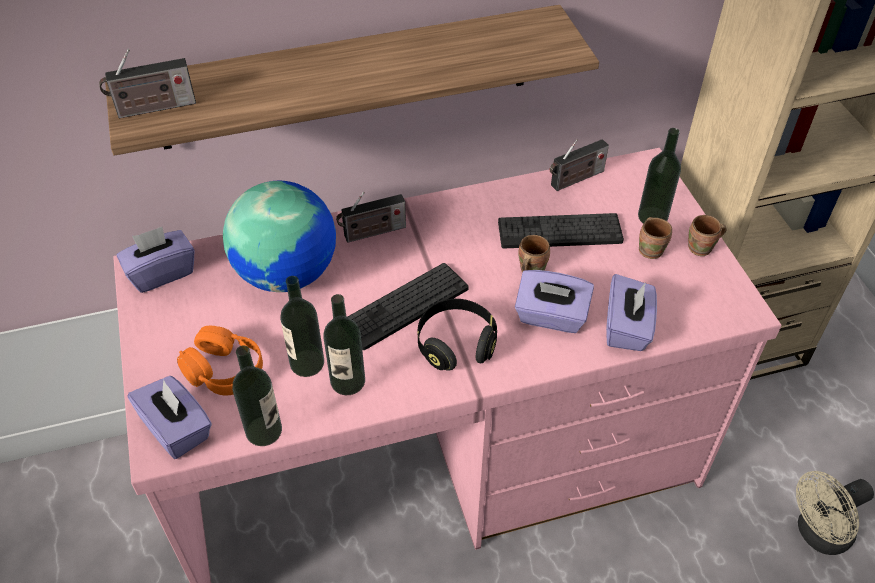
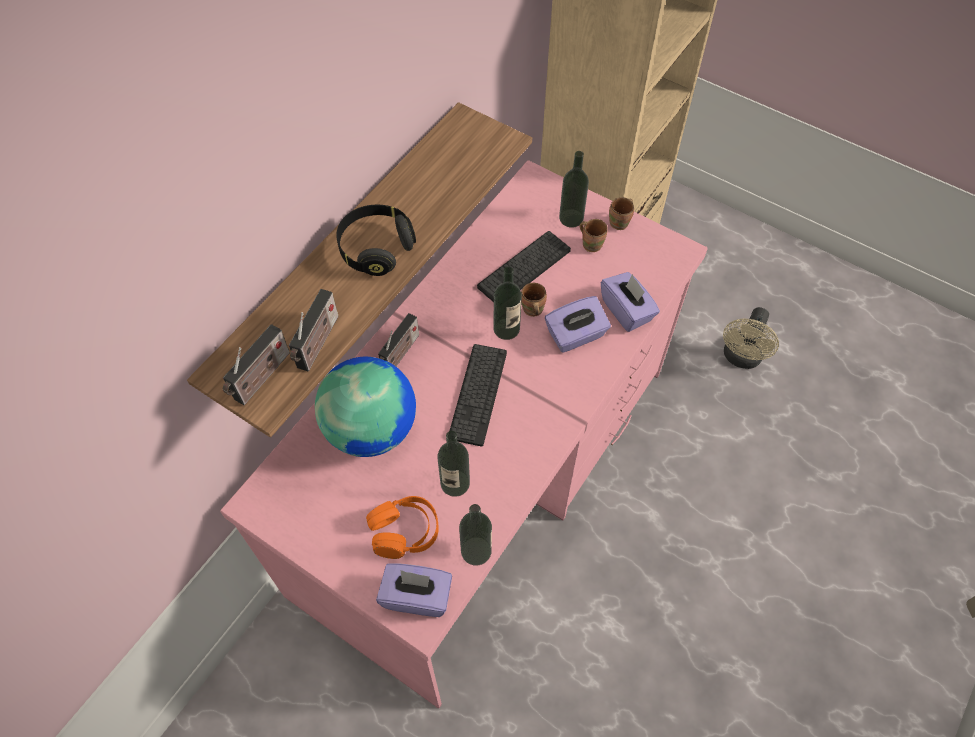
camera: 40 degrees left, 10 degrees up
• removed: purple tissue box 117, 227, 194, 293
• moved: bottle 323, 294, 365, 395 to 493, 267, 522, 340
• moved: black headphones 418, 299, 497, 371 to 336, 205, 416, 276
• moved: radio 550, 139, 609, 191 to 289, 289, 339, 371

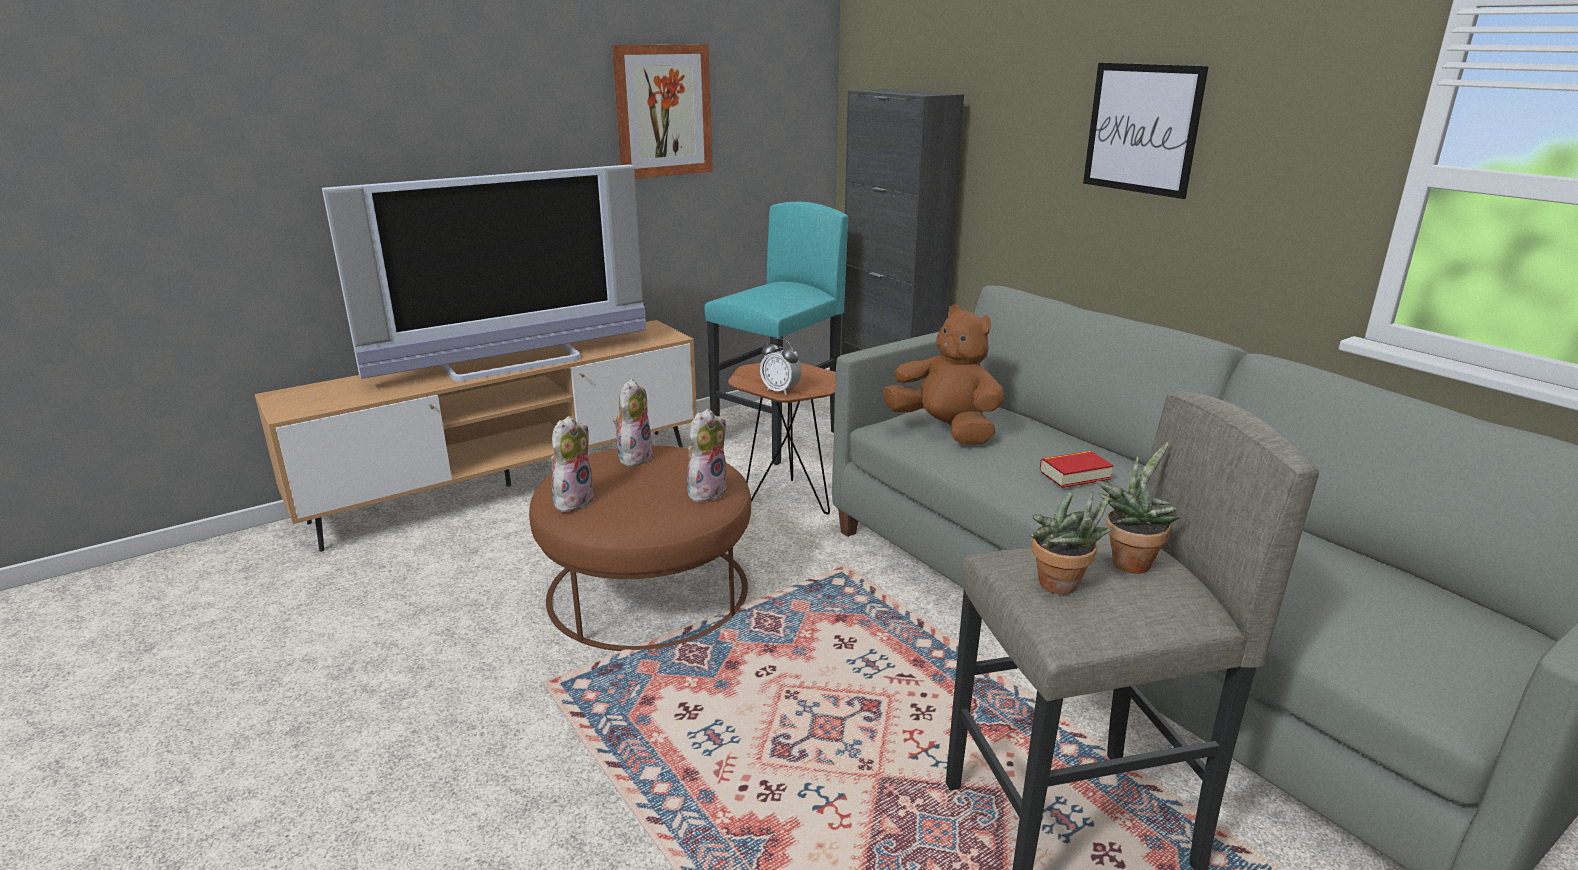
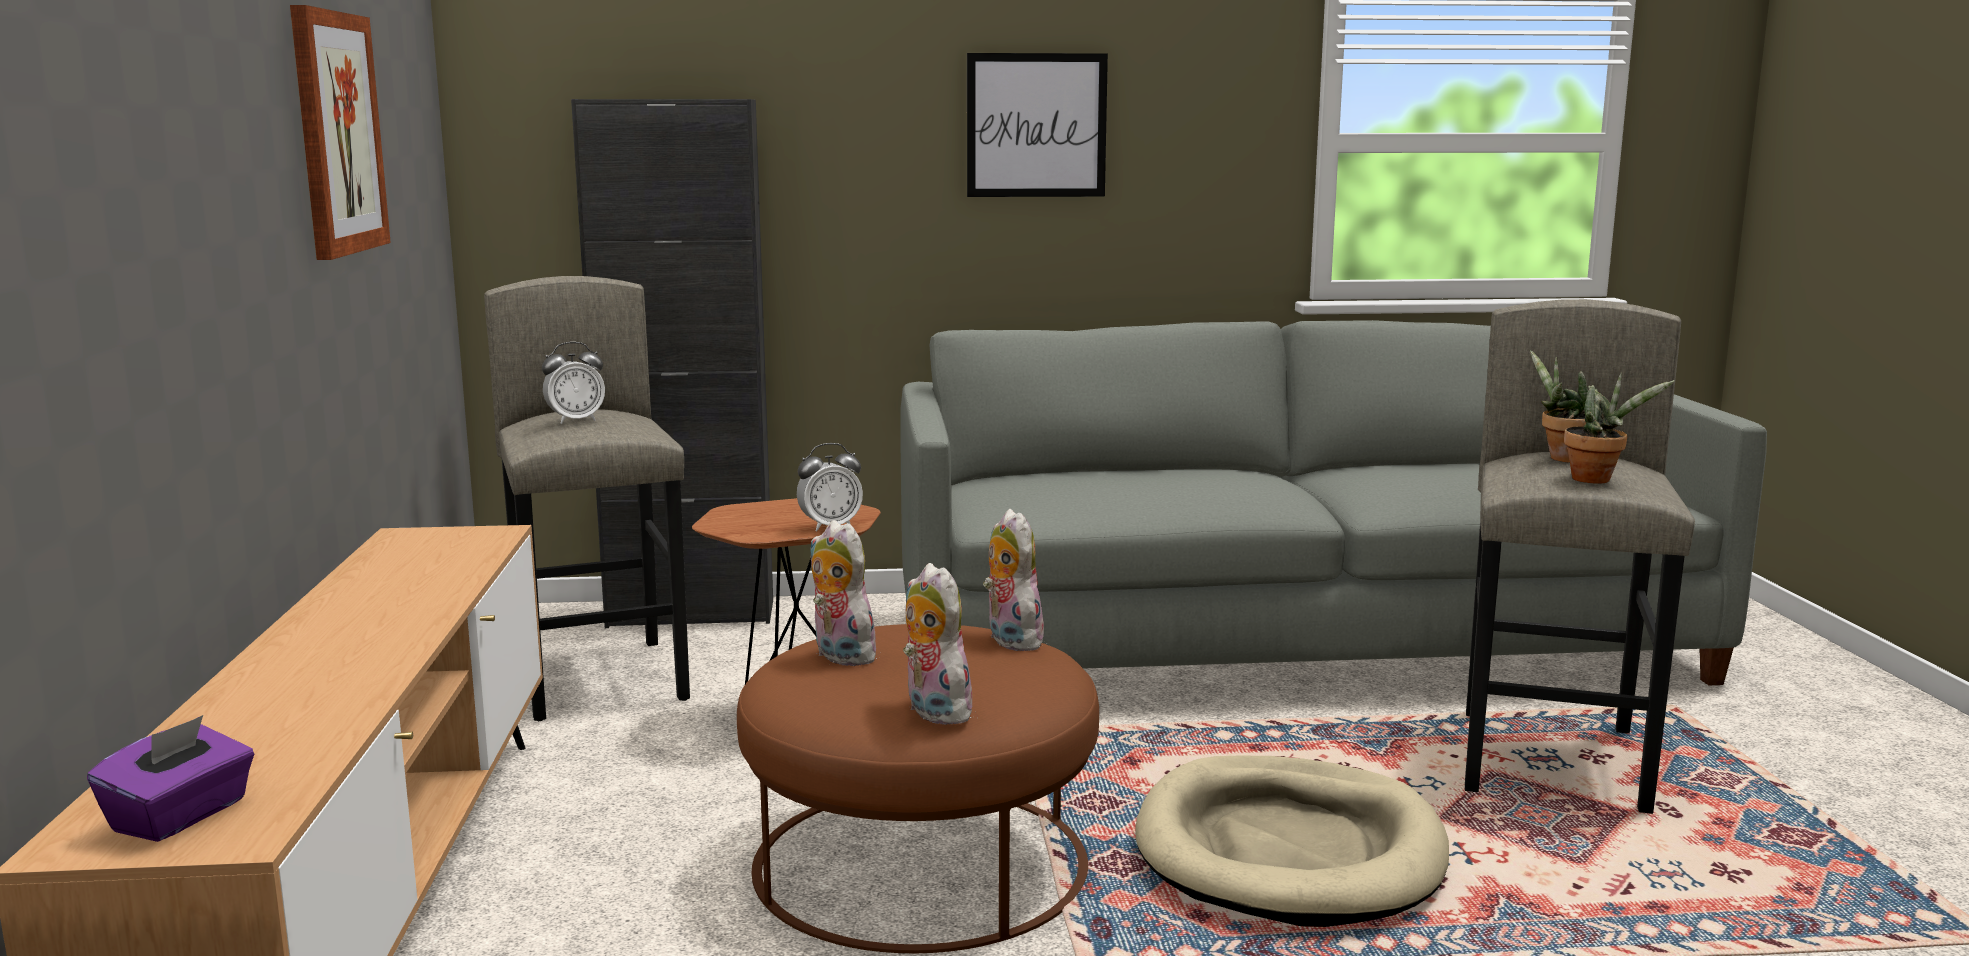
camera: 60 degrees left, 10 degrees down
• removed: television 322, 165, 646, 381
• recoloured: turquoise stool 705, 201, 848, 465 to grey stool 484, 276, 690, 721
• removed: brown plush toy 882, 305, 1004, 445
• removed: book 1040, 451, 1113, 488
• added: purple tissue box 87, 715, 254, 842
• added: alarm clock 542, 342, 605, 424
• added: beige dog bed 1135, 756, 1449, 927

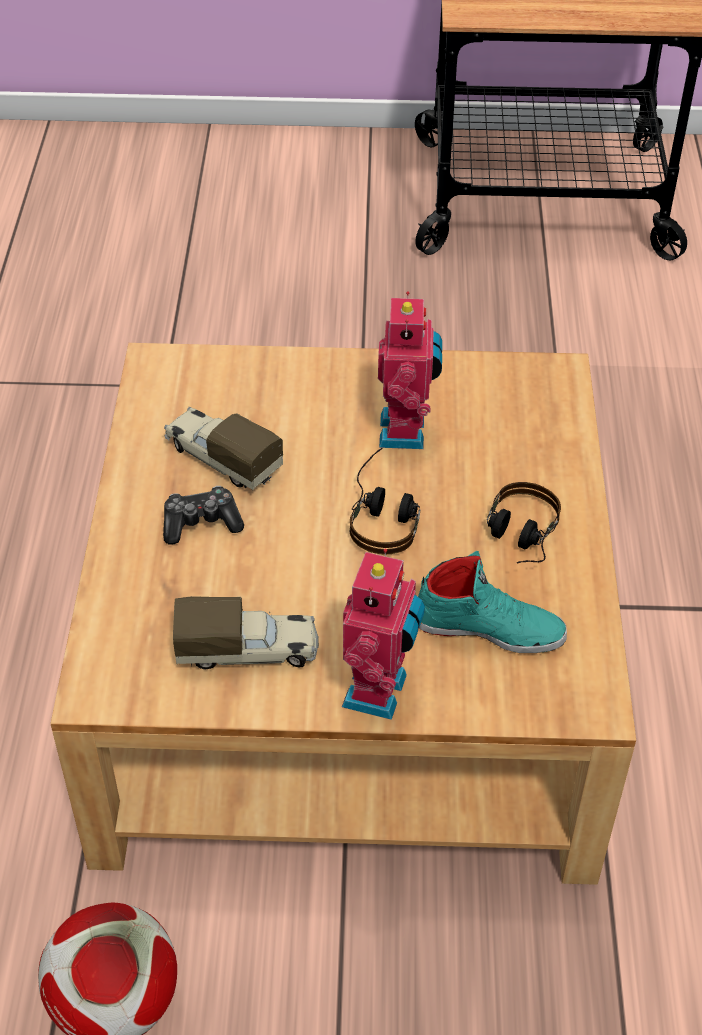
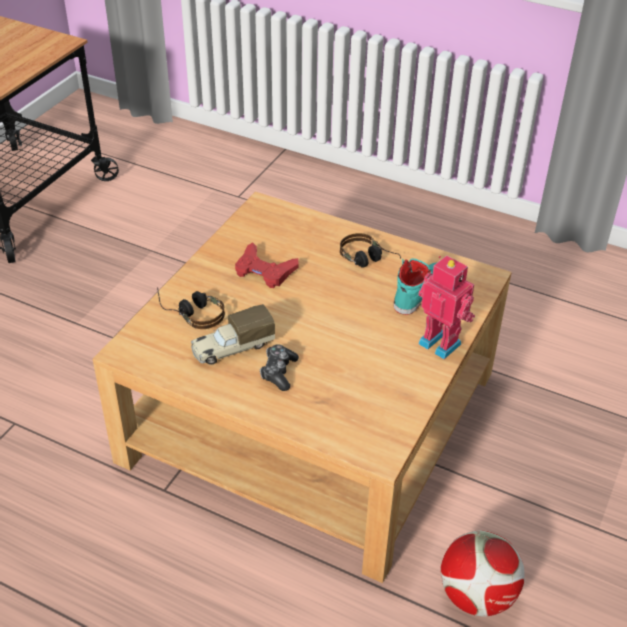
camera: 65 degrees left, 5 degrees down
• removed: toy truck 173, 596, 319, 669
• moved: headphones 350, 448, 420, 555 to 157, 287, 225, 329
• replaced: toy robot 378, 291, 442, 449 to red game controller 235, 242, 299, 288

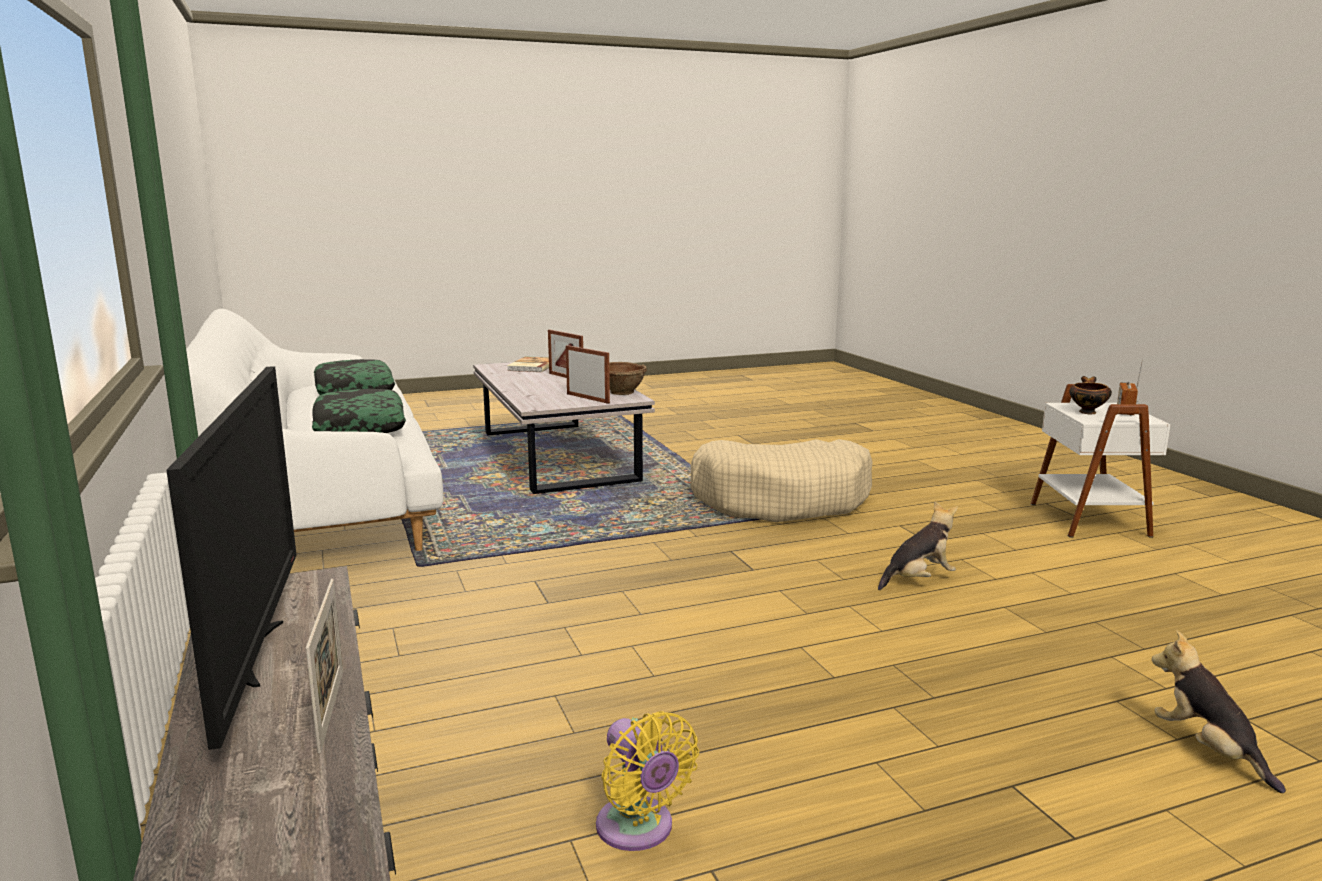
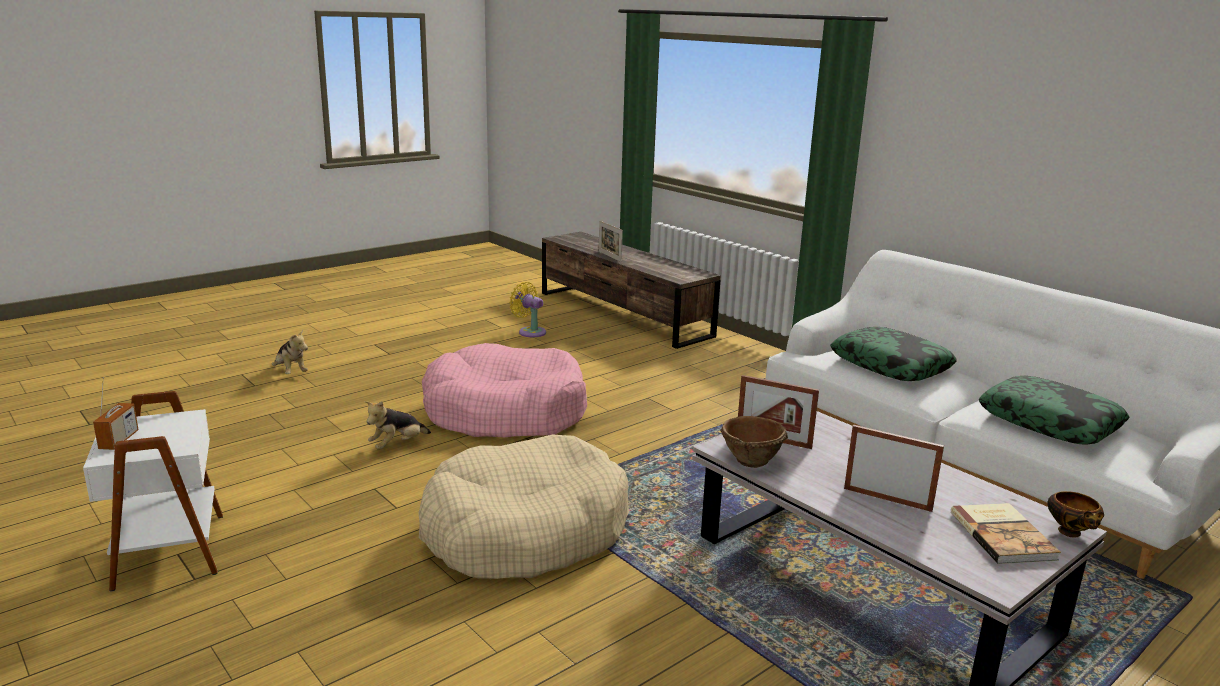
camera: 160 degrees right, 5 degrees up
• removed: television 166, 366, 296, 750
• moved: bowl 1070, 376, 1112, 414 to 1048, 491, 1104, 537
• added: pink dog bed 422, 343, 587, 437

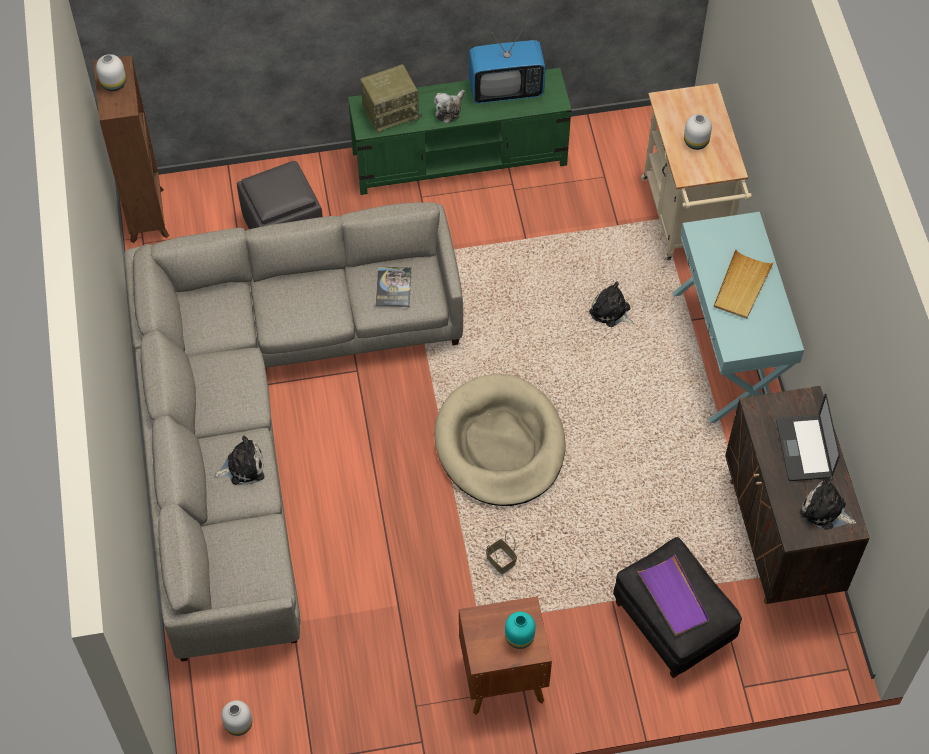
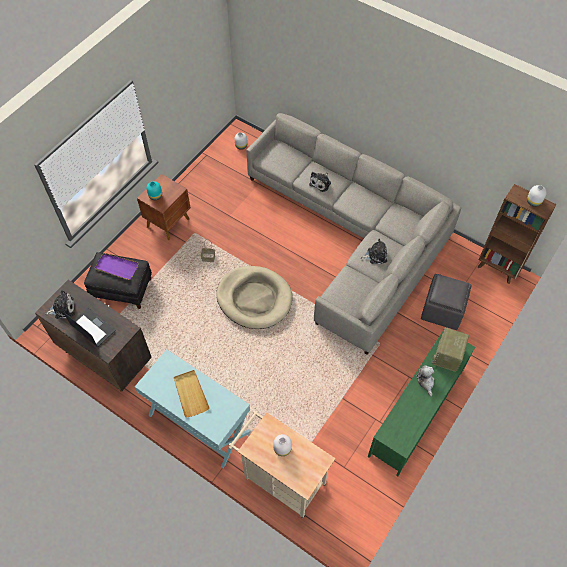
camera: 135 degrees right, 0 degrees up
• removed: book 376, 267, 412, 307
• removed: television 469, 29, 546, 104
• moved: plush toy 589, 282, 635, 327 to 361, 239, 387, 264

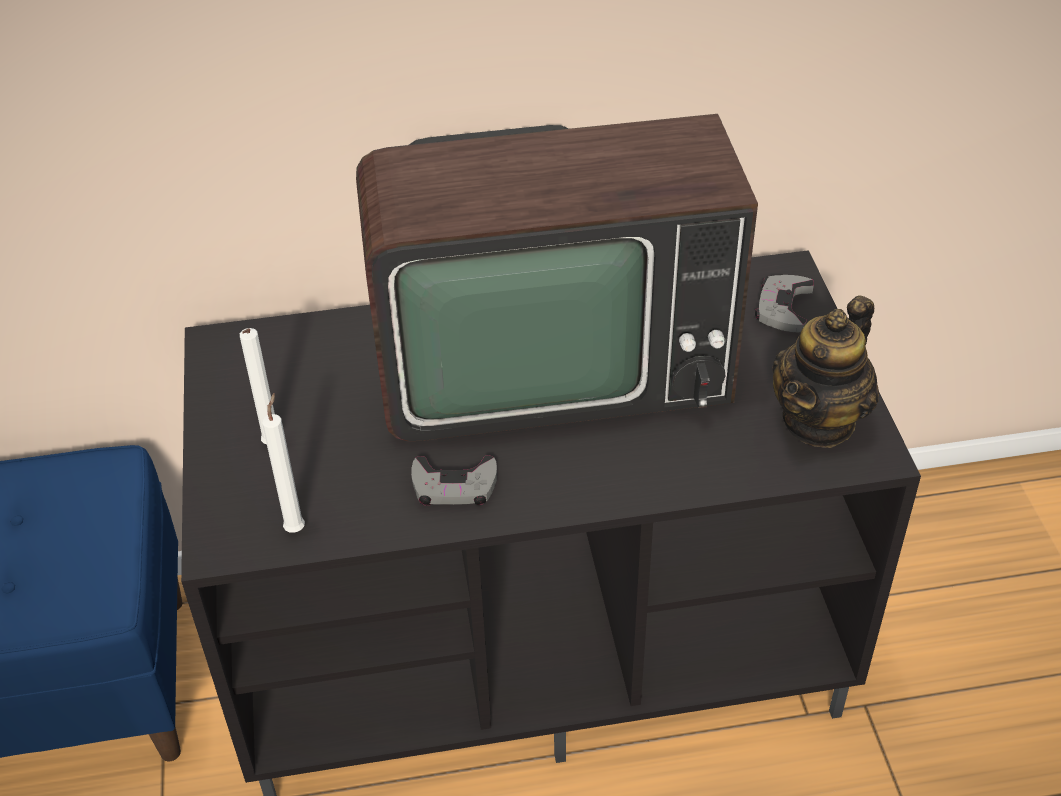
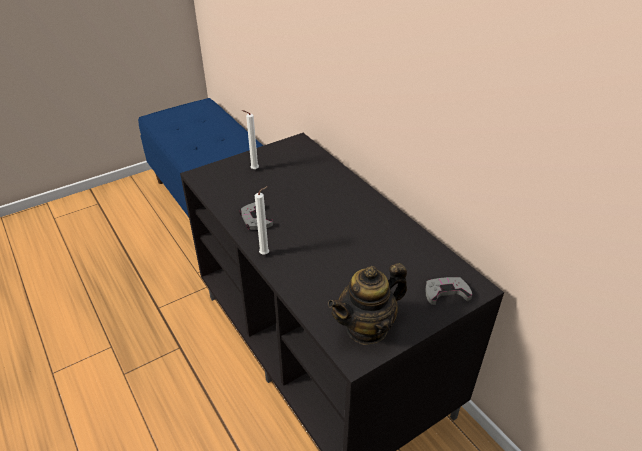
camera: 65 degrees right, 5 degrees down
• moved: white candle 262, 393, 305, 533 to 255, 186, 269, 255
• removed: television 356, 114, 758, 441
• turned: teapot 772, 295, 879, 448 = 328, 263, 407, 345 45 degrees counterclockwise

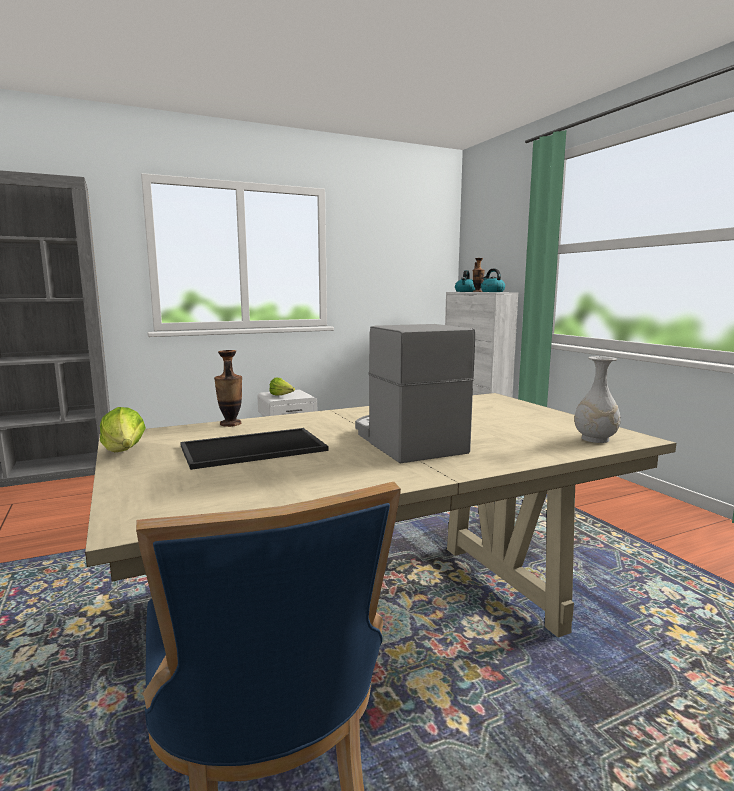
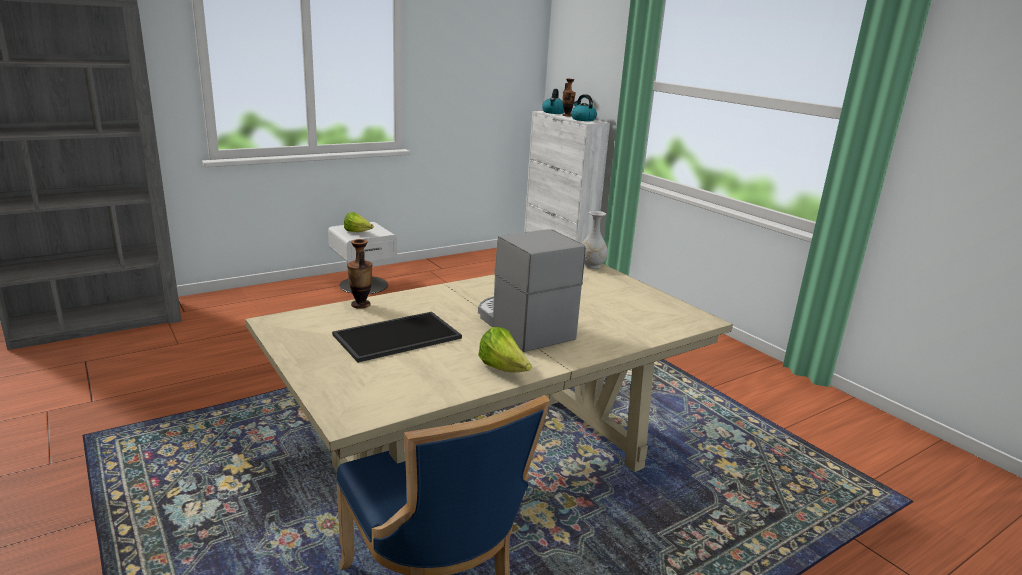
camera: 10 degrees left, 10 degrees up
• moved: lettuce 100, 407, 146, 453 to 478, 327, 532, 372
• moved: white vase 574, 356, 621, 443 to 582, 211, 607, 269

